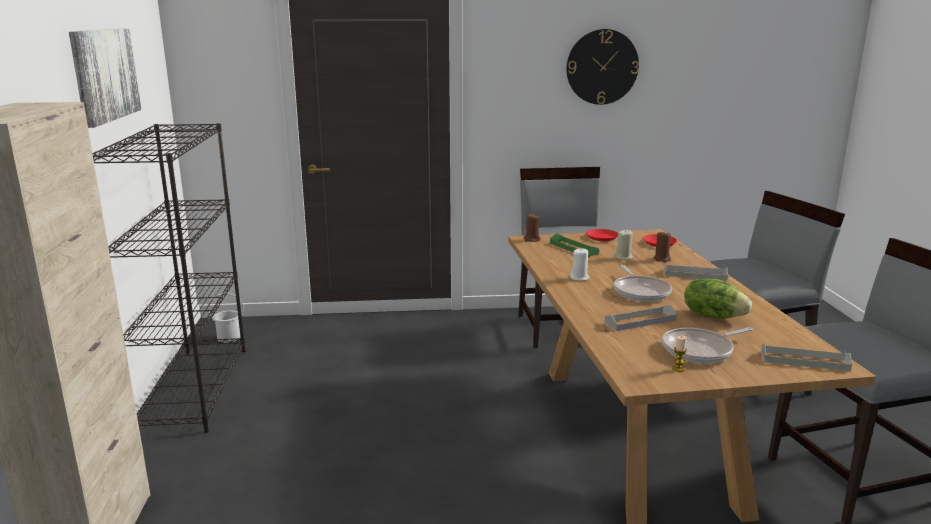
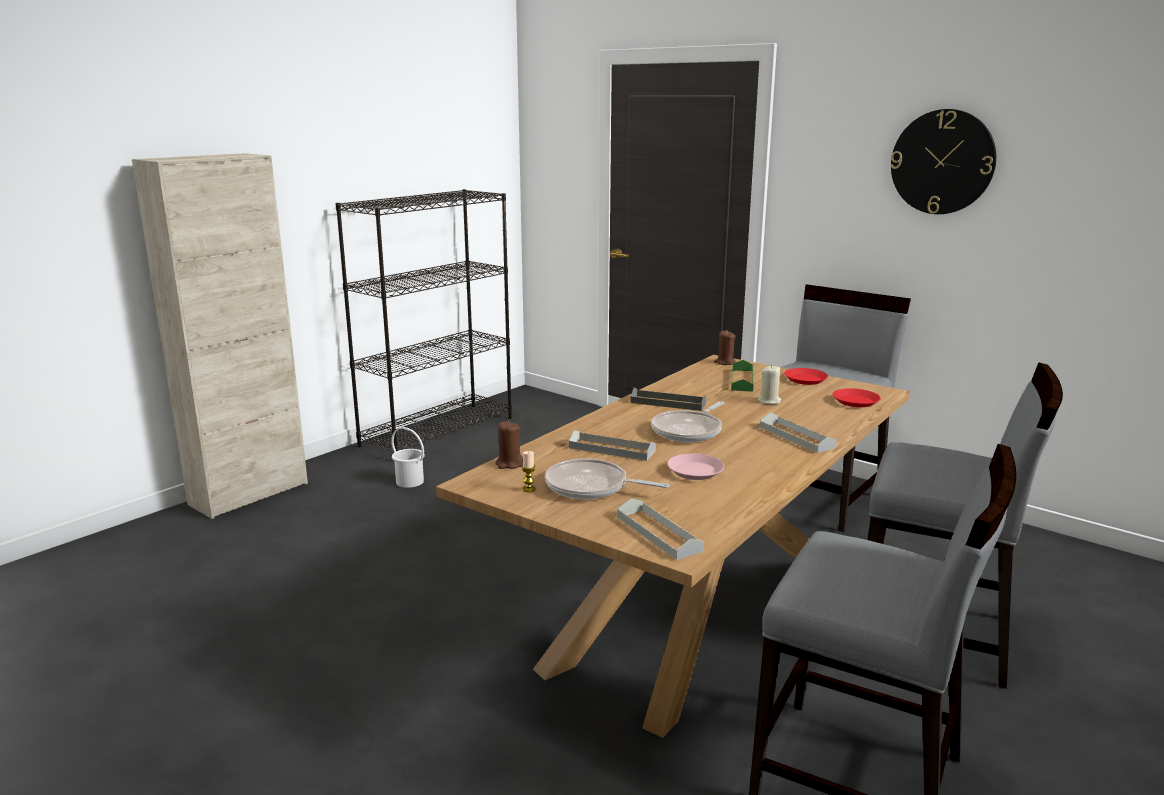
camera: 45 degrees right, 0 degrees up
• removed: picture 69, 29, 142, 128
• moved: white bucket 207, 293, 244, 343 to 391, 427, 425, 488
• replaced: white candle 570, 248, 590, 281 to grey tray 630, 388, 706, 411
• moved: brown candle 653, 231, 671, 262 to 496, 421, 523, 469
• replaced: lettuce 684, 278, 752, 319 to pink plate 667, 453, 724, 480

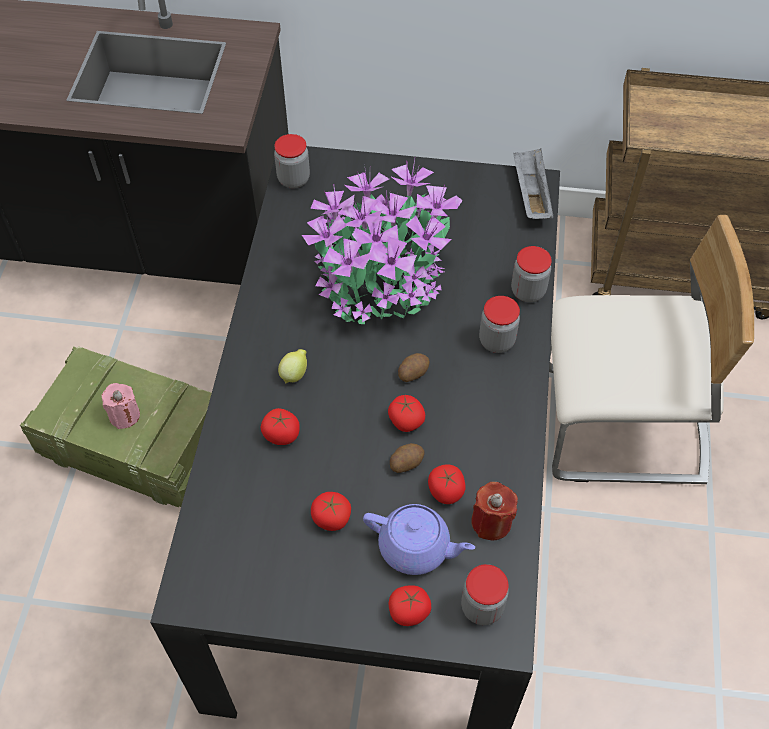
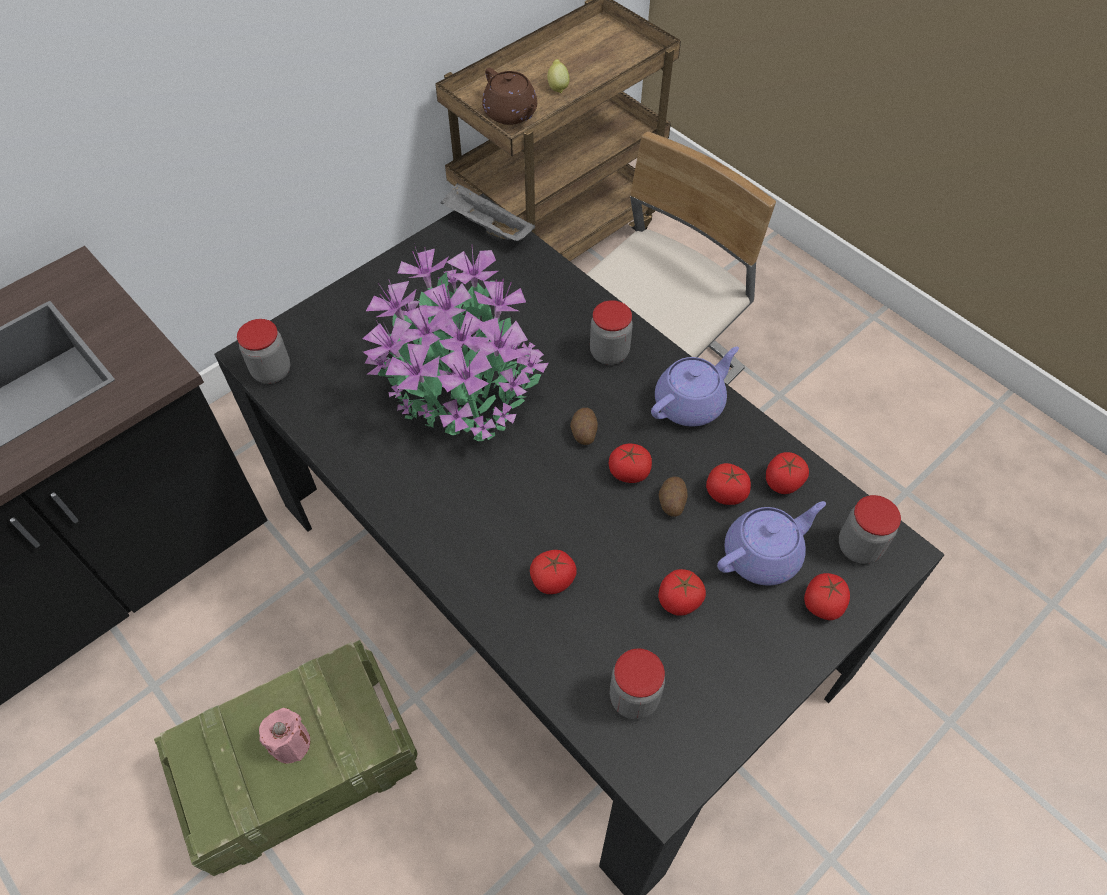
camera: 50 degrees left, 0 degrees up
• moved: lemon 278, 349, 307, 383 to 547, 59, 569, 93
• replaced: red candle 471, 482, 518, 541 to tomato 766, 452, 809, 494
• moved: jar 511, 246, 552, 302 to 610, 648, 665, 719
• added: brown teapot 482, 68, 537, 125
• added: purple teapot 651, 346, 739, 427

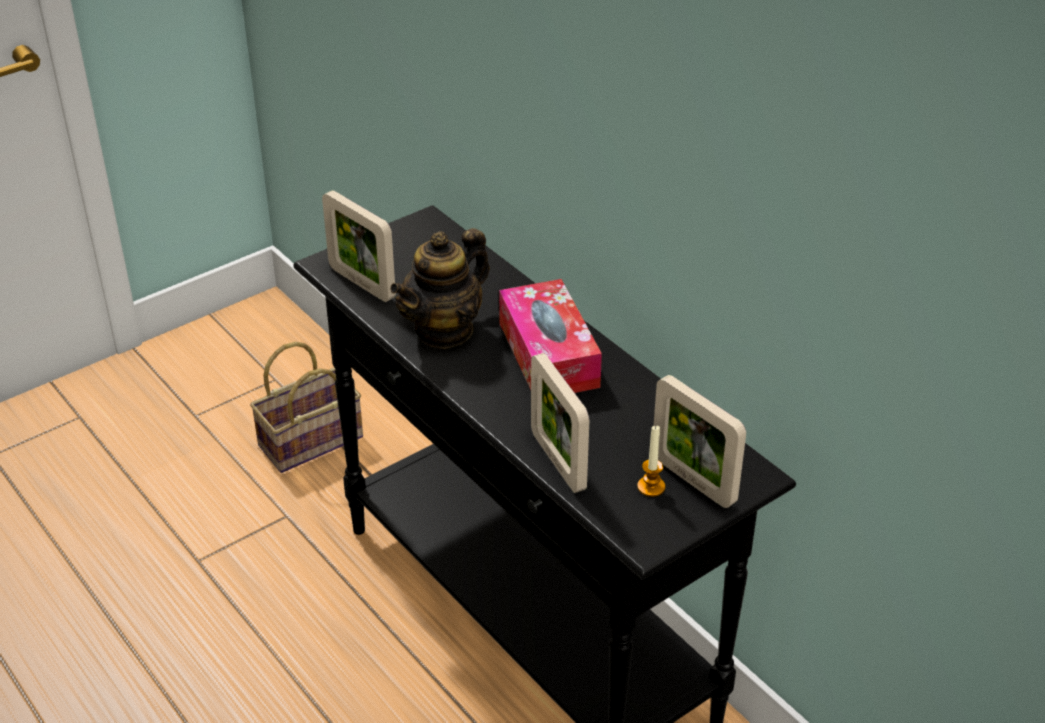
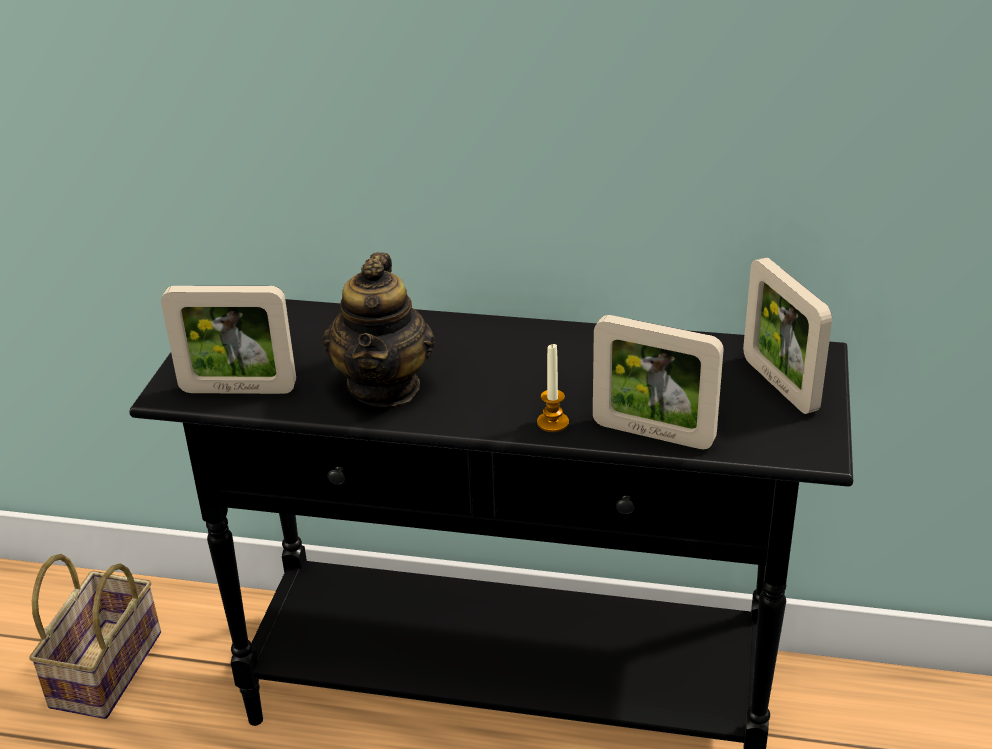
camera: 40 degrees left, 5 degrees down
• removed: tissue box 499, 279, 602, 393
• moved: candle 637, 426, 665, 497 to 537, 344, 569, 432
• turned: picture frame 654, 375, 746, 508 = 743, 257, 832, 414 60 degrees clockwise

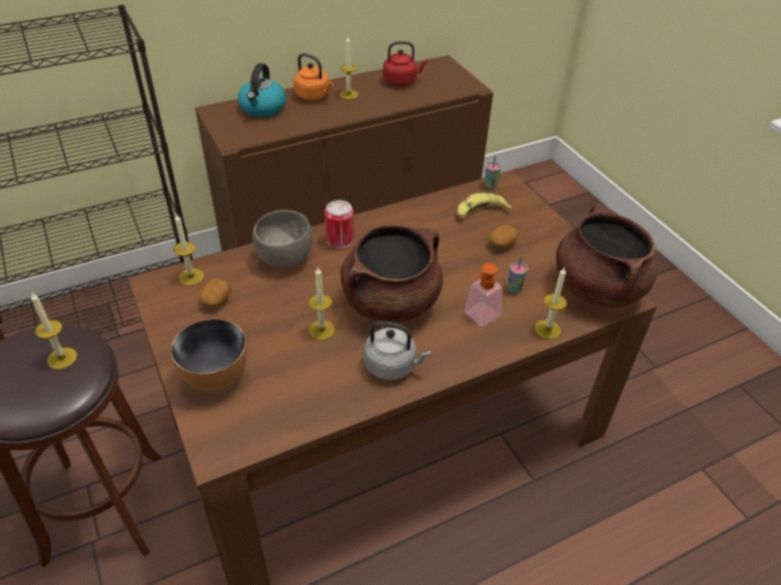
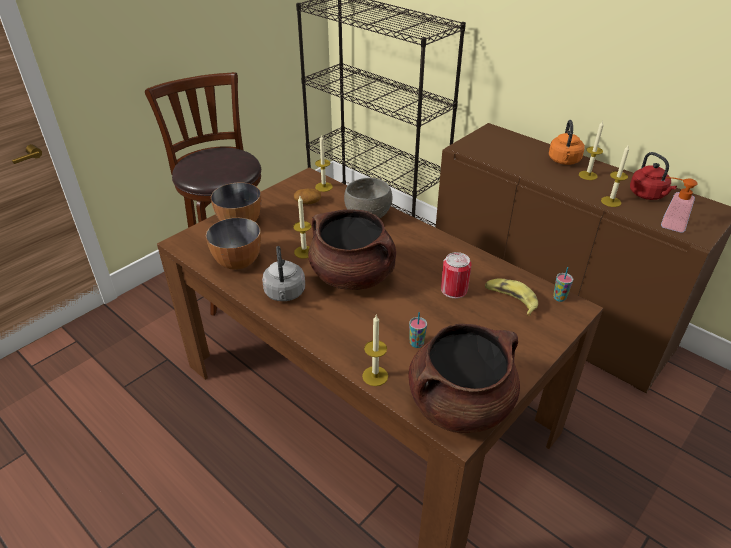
camera: 70 degrees right, 5 degrees down
• moved: candle 31, 293, 77, 370 to 601, 144, 629, 207
• removed: kettle 238, 63, 286, 117
• moved: can 325, 200, 354, 248 to 441, 252, 471, 298
• moved: soap dispenser 465, 263, 502, 326 to 661, 177, 697, 233
• removed: potato 488, 224, 518, 249
• added: bowl 206, 218, 261, 270

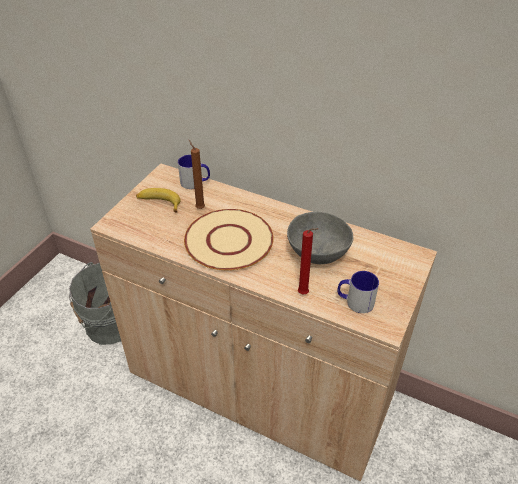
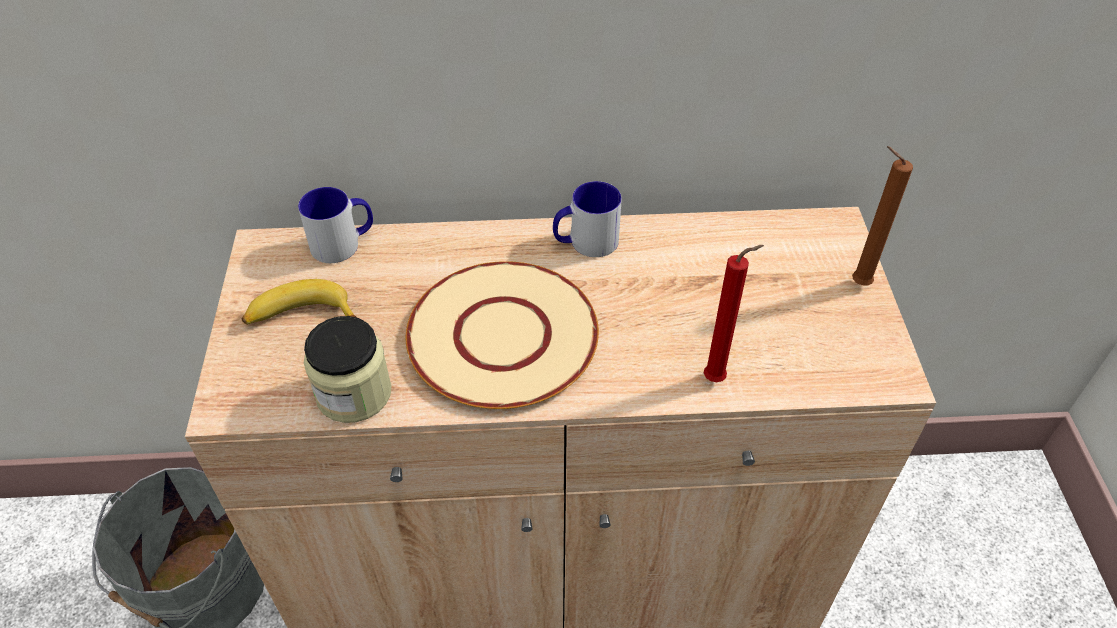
camera: 30 degrees left, 5 degrees up
• moved: brown candle 189, 140, 205, 209 to 852, 146, 913, 286
• removed: grey bowl 287, 212, 354, 264
• moved: mug 337, 271, 379, 313 to 553, 181, 622, 257
• added: jar 304, 316, 391, 423

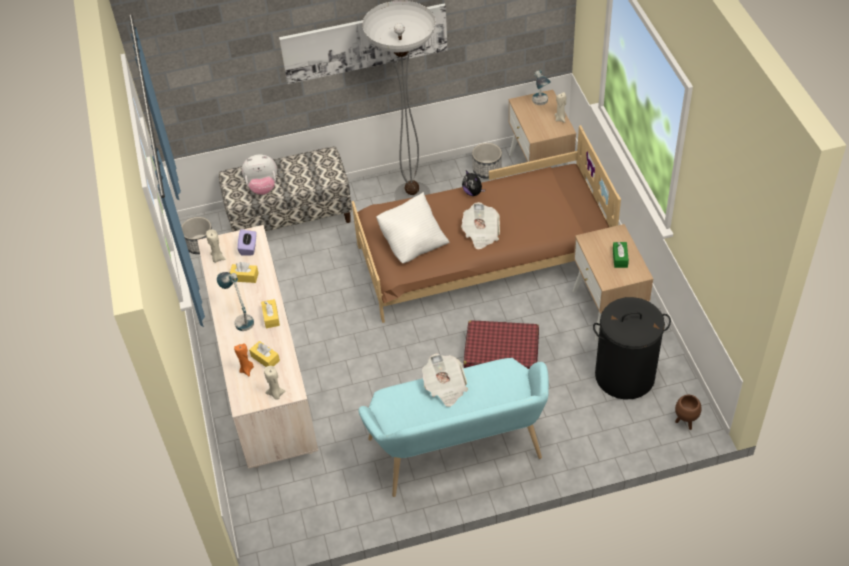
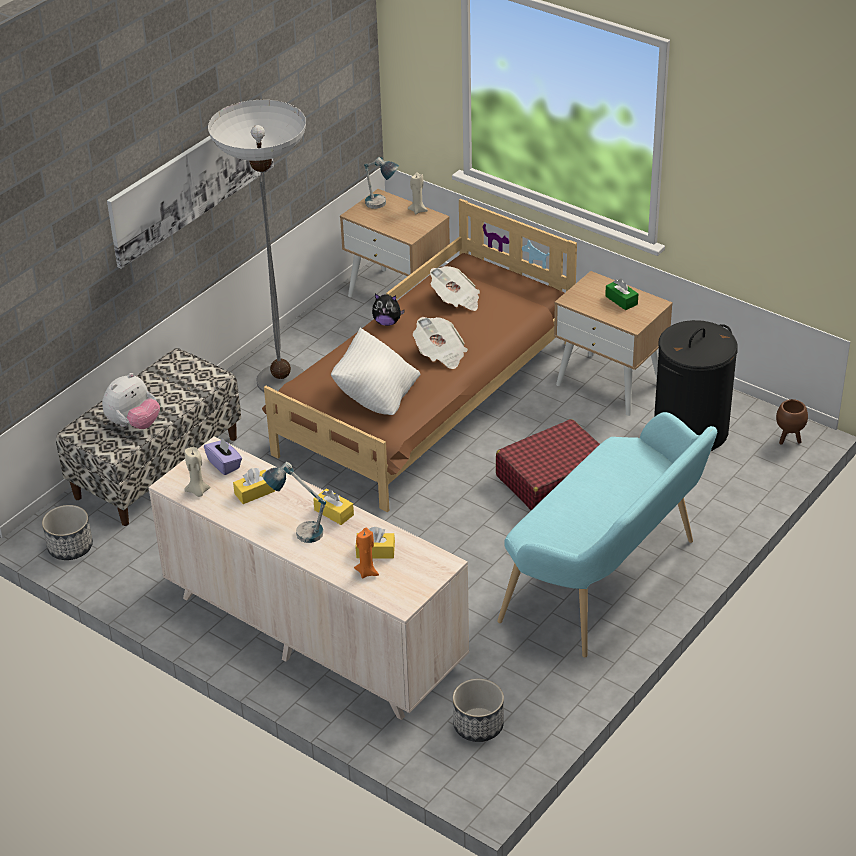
camera: 40 degrees left, 10 degrees down
• removed: beige candle 264, 366, 286, 400
• moved: newspaper 422, 353, 468, 407 to 430, 266, 480, 311
• moved: planter 472, 143, 502, 179 to 453, 679, 504, 742

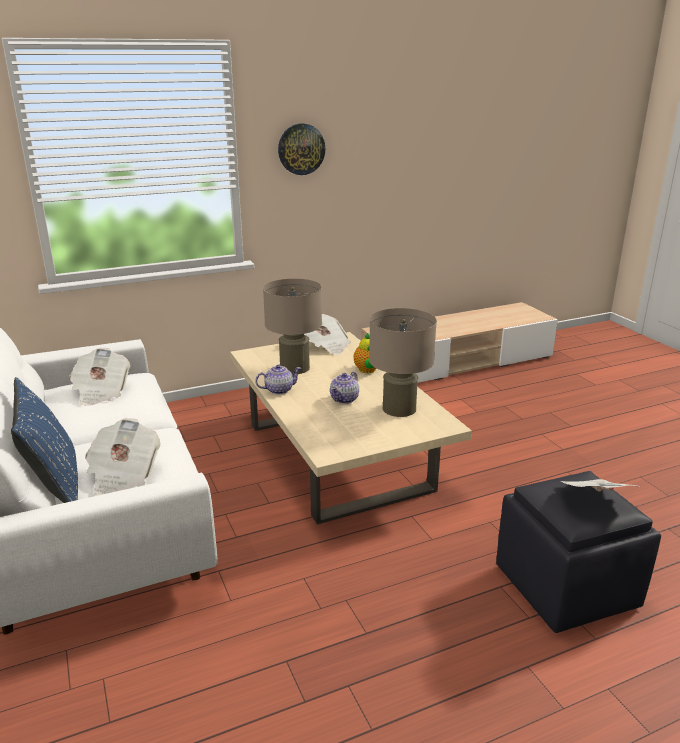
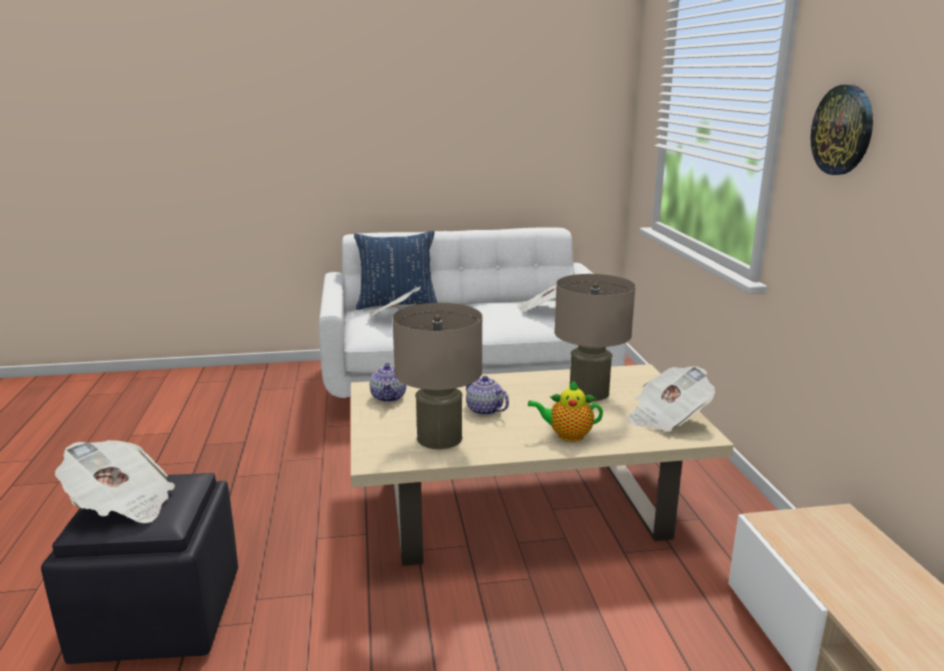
camera: 105 degrees right, 5 degrees down
• moved: teapot 255, 364, 301, 395 to 370, 363, 406, 402

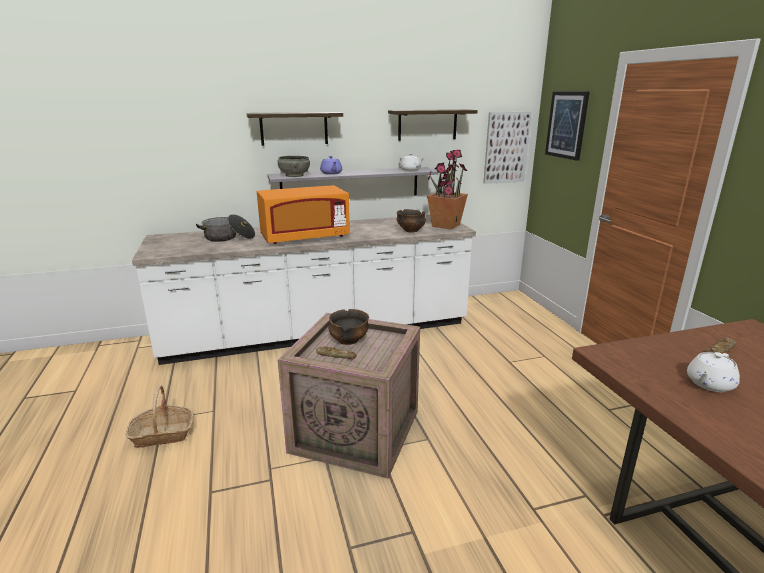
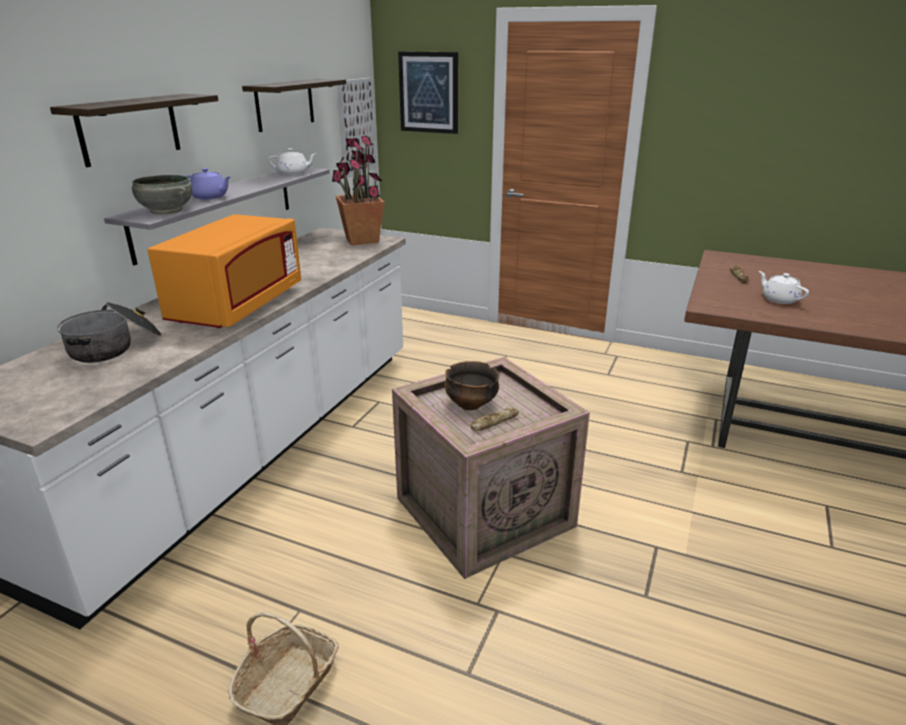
camera: 50 degrees left, 5 degrees up
• removed: bowl 397, 209, 426, 233
• turned: white teapot 687, 352, 740, 392 = 759, 271, 809, 304 150 degrees clockwise

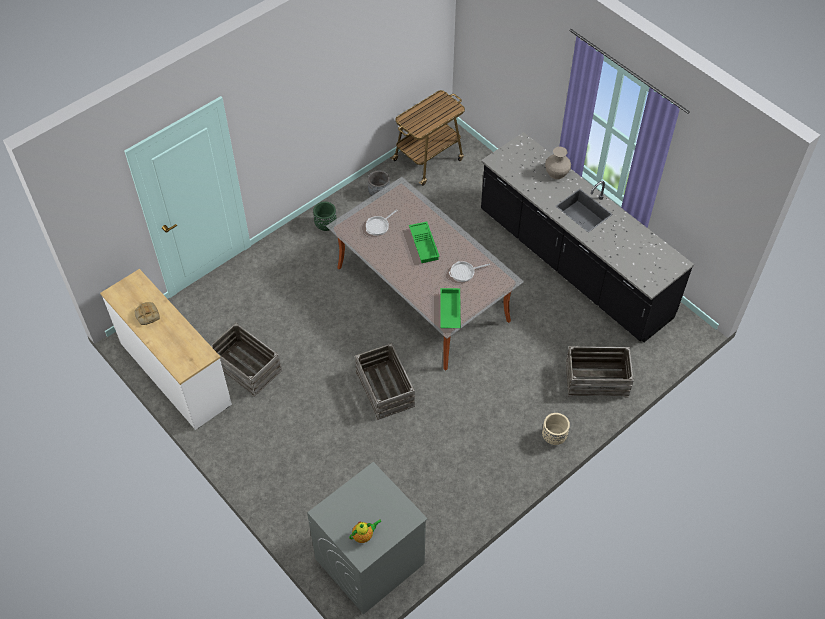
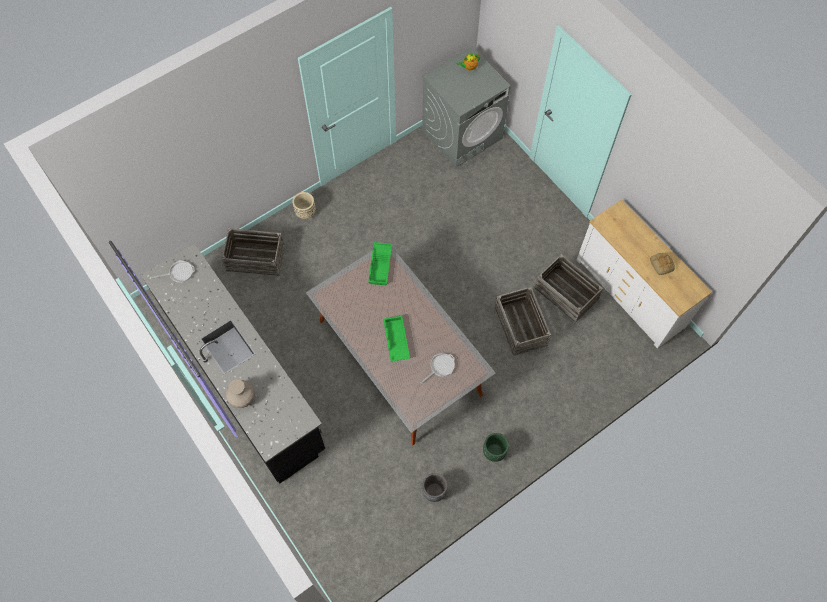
camera: 175 degrees left, 10 degrees up
• moved: crate 355, 343, 415, 420 to 495, 287, 551, 356
• removed: cart 390, 90, 465, 186
• moved: frying pan 449, 261, 490, 282 to 152, 260, 195, 283

